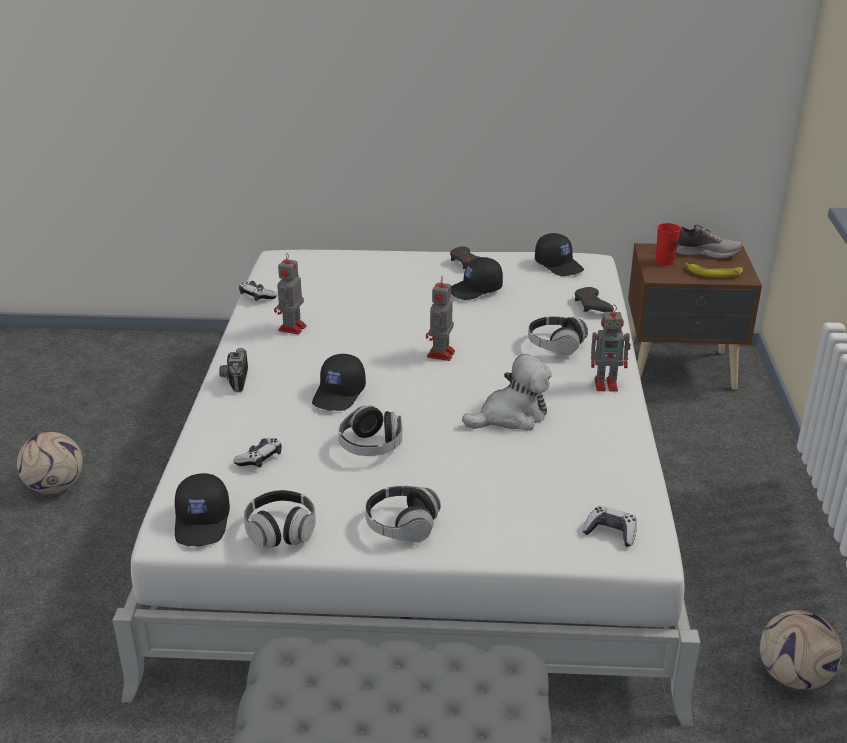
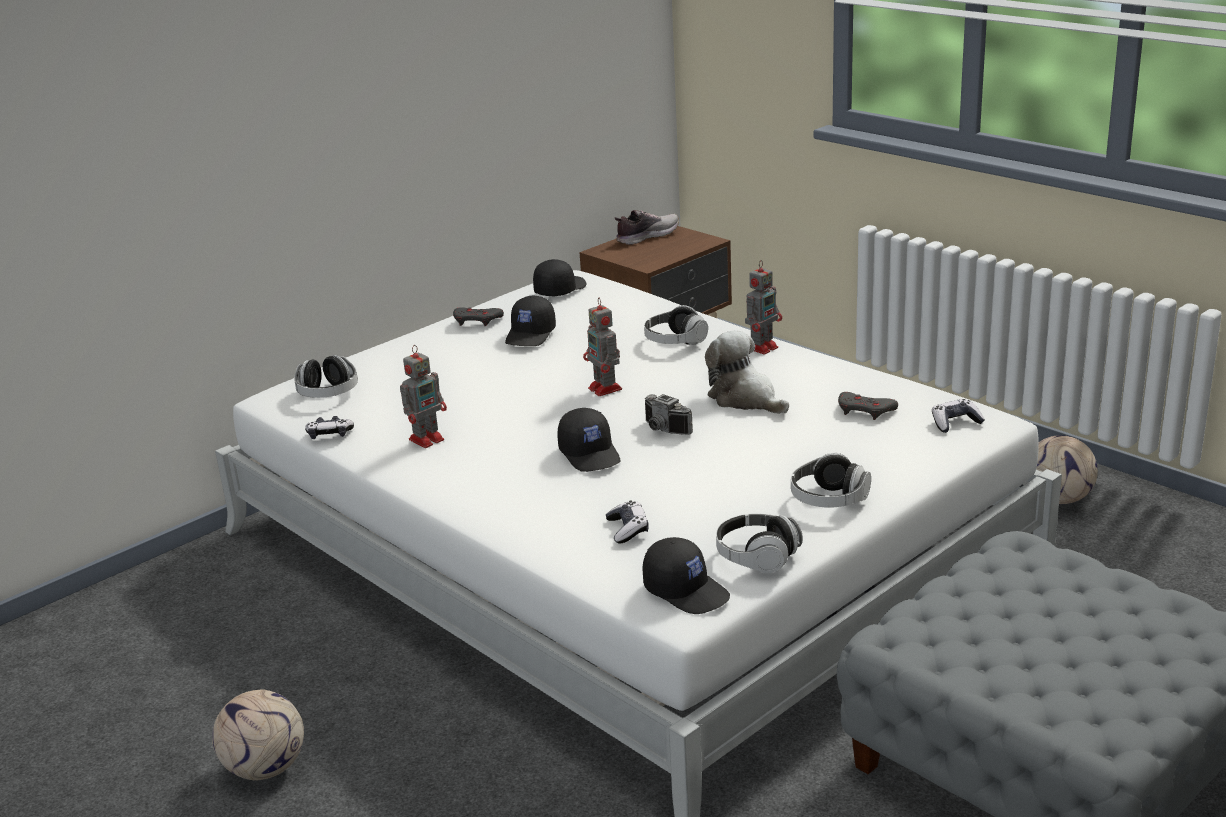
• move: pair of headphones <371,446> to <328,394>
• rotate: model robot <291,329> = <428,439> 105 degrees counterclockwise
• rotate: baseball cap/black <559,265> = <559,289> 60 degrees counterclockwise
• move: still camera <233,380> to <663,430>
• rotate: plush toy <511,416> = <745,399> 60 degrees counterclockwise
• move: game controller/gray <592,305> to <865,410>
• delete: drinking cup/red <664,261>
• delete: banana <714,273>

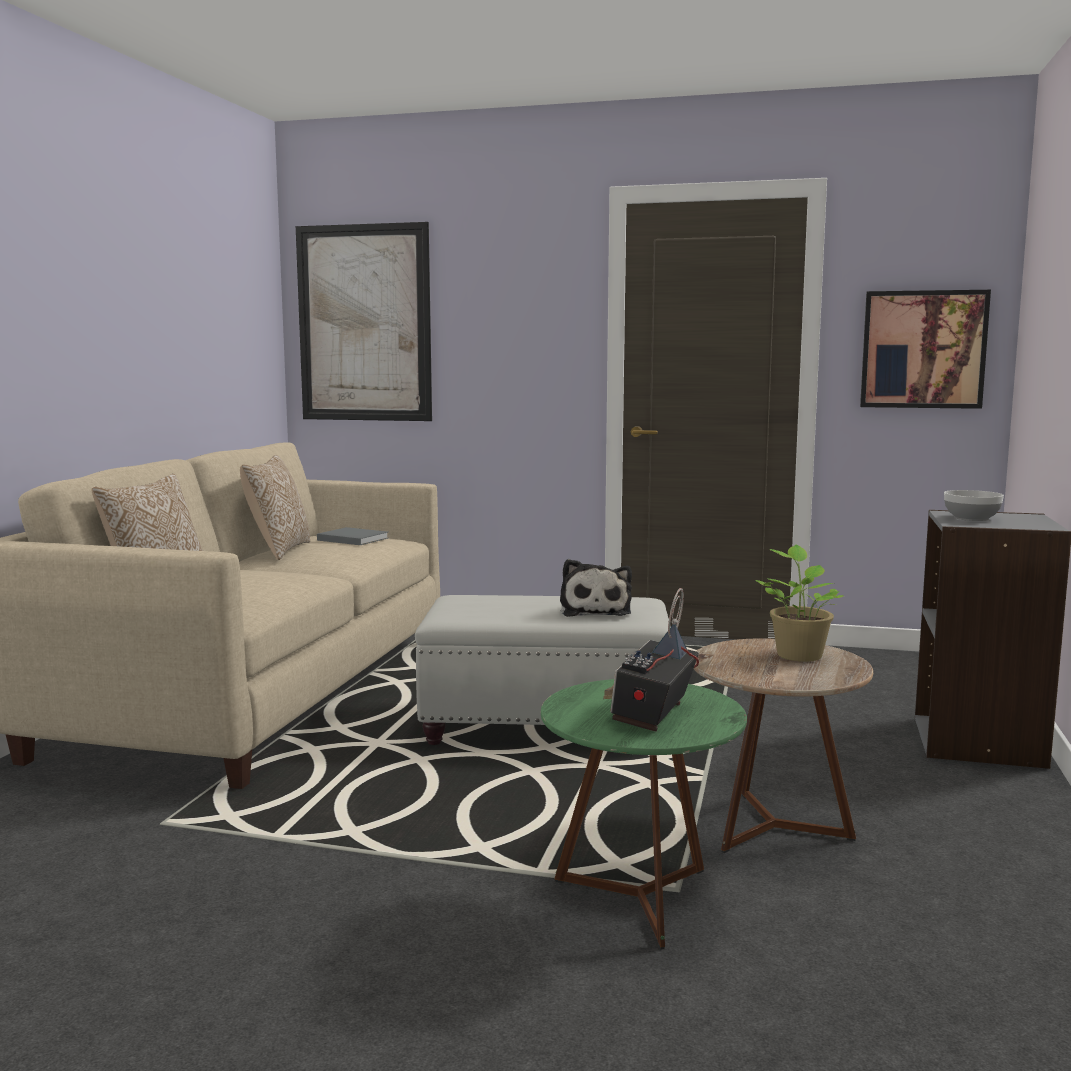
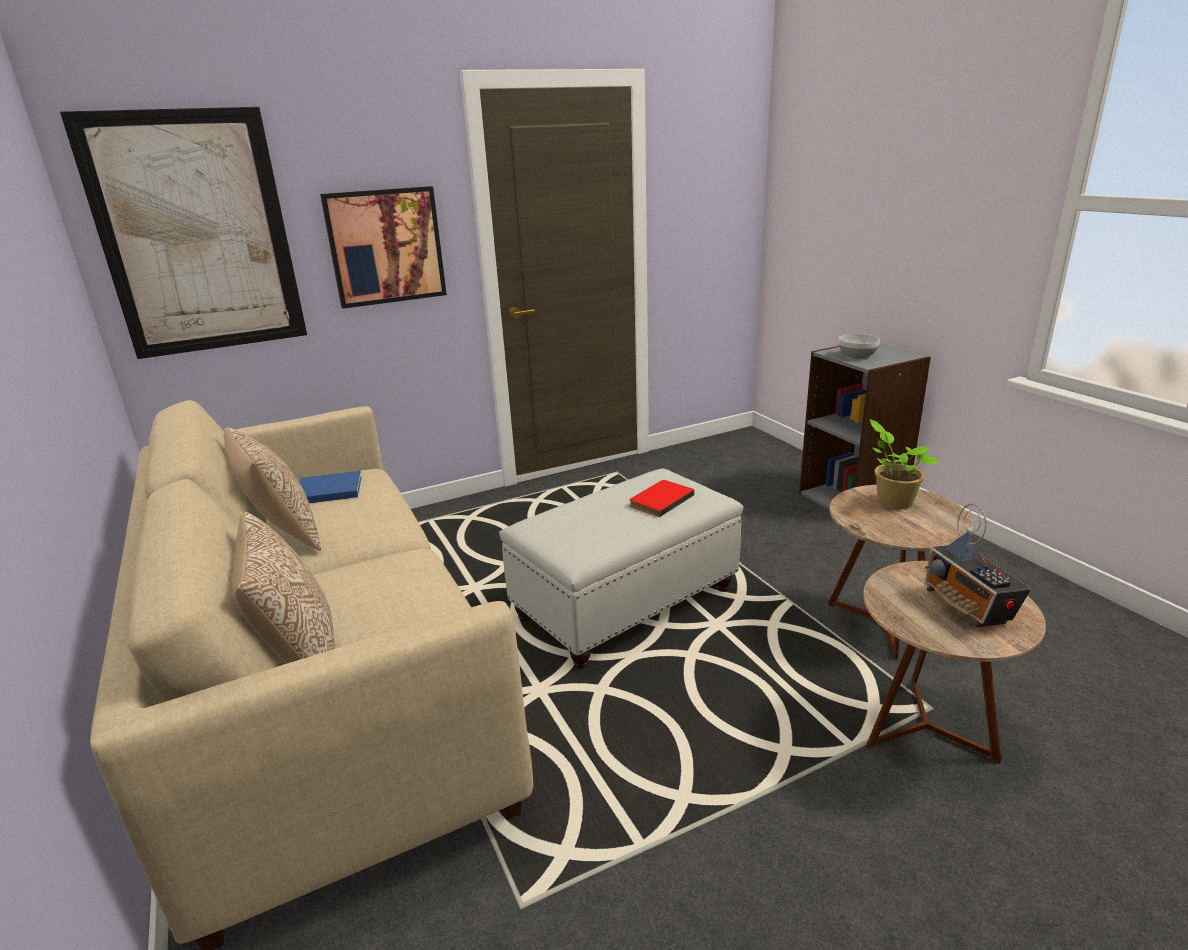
• recolor: bound book/gray <351,539> to bound book/blue <327,490>
• move: picture <923,349> to <385,246>
• replace: plush toy <595,611> to bound book/red <659,500>
• recolor: side table/green-coloured <639,898> to side table/brown-coloured <925,729>

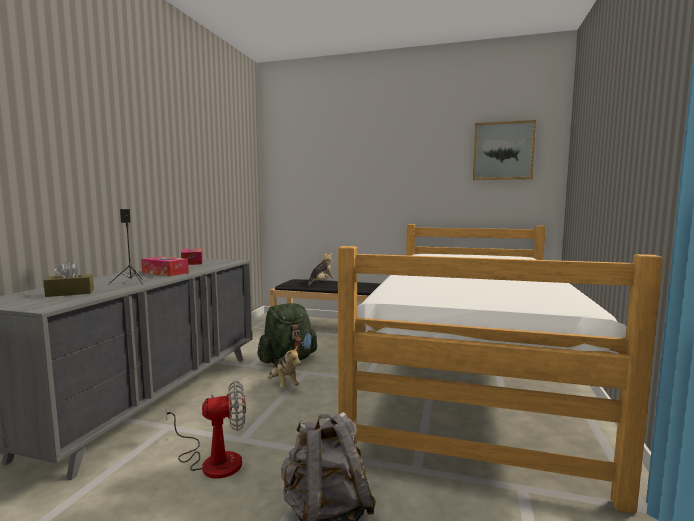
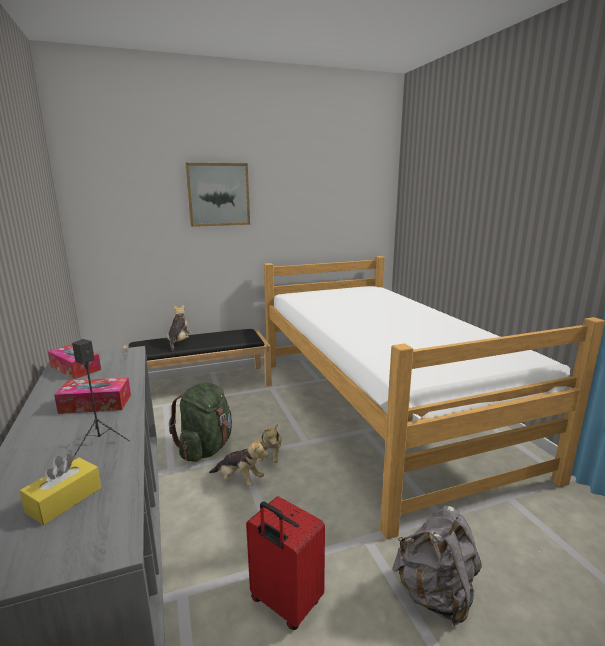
• recolor: box of tissues/brown-coloured <70,293> to box of tissues/yellow <64,500>
• move: picture <503,151> to <218,194>
• replace: fan <213,460> to suitcase/red <285,603>
• insert: plush toy <270,455>

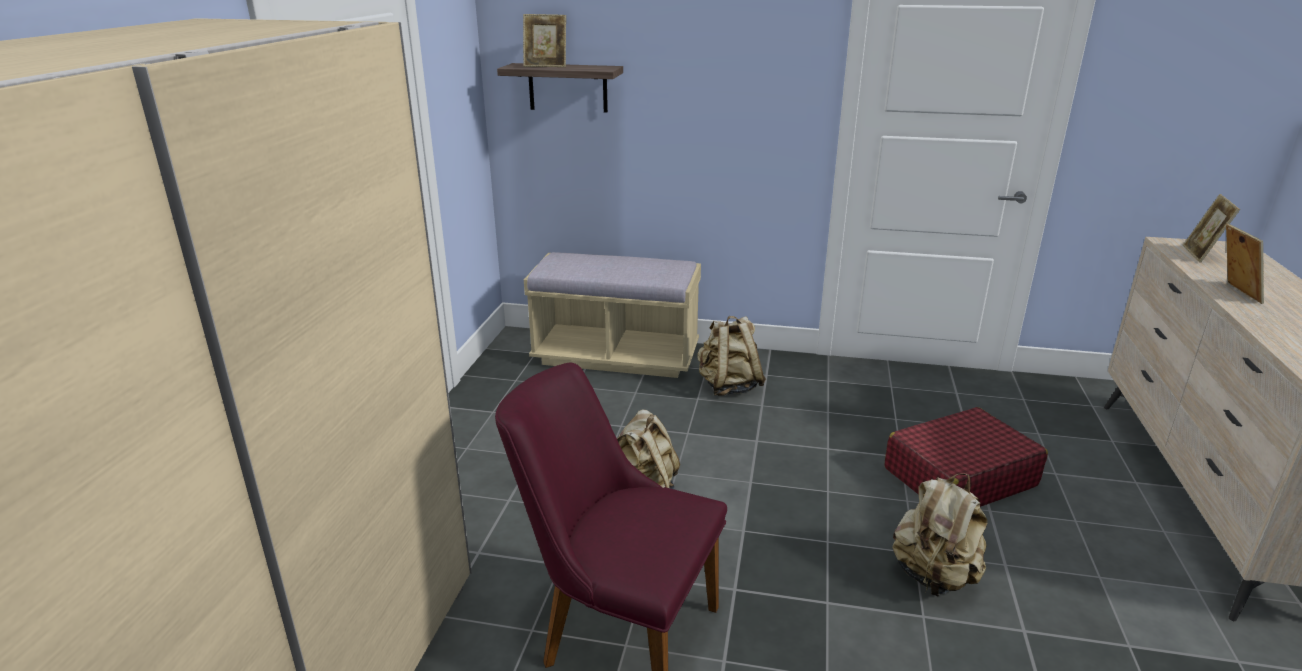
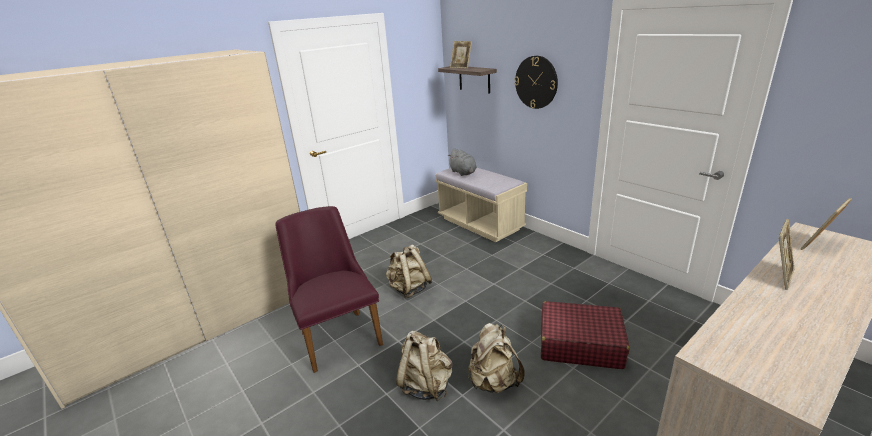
• move: backpack/beige-coloured <728,386> to <426,385>
• insert: plush toy/gray <463,173>
• insert: wall clock <536,82>

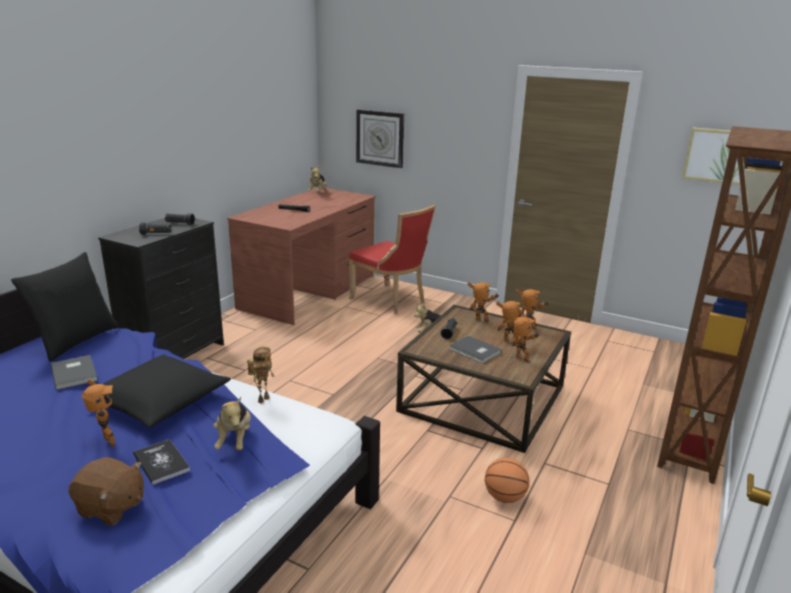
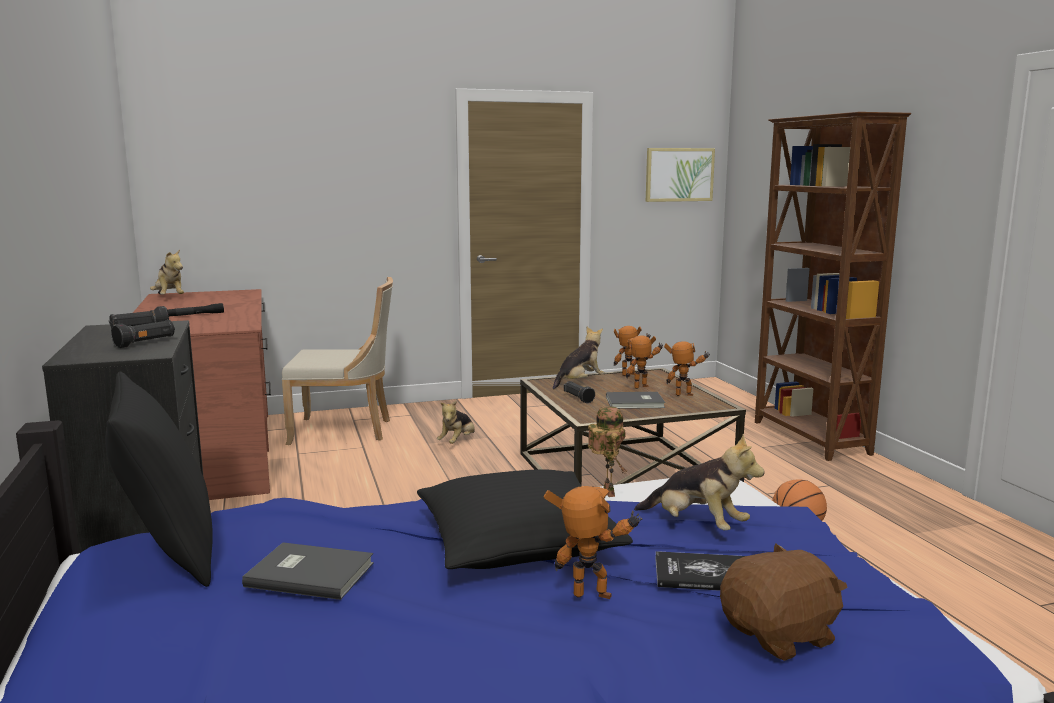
• recolor: plain chair/red <391,301> to plain chair/beige-coloured <345,431>
• replace: model robot <481,321> to plush toy <579,382>
• delete: wall clock <380,138>

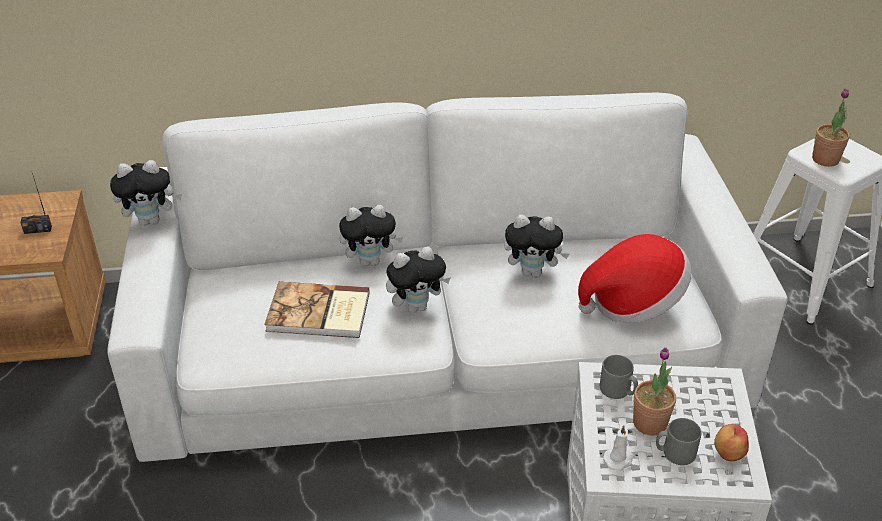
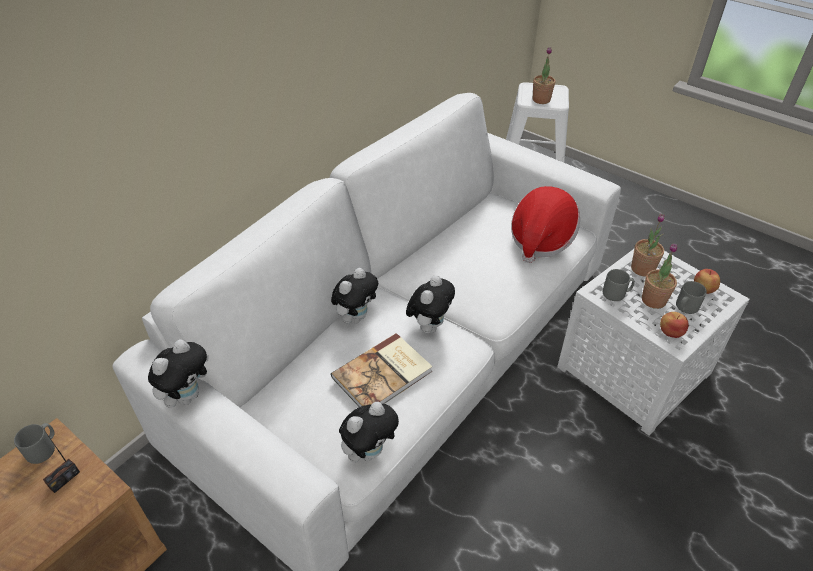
• insert: mug/gray <43,449>
• move: plush toy <533,272> to <369,451>
• insert: houseplant <642,269>
• replace: wax light/white-coloured <619,459> to whole apple <670,332>

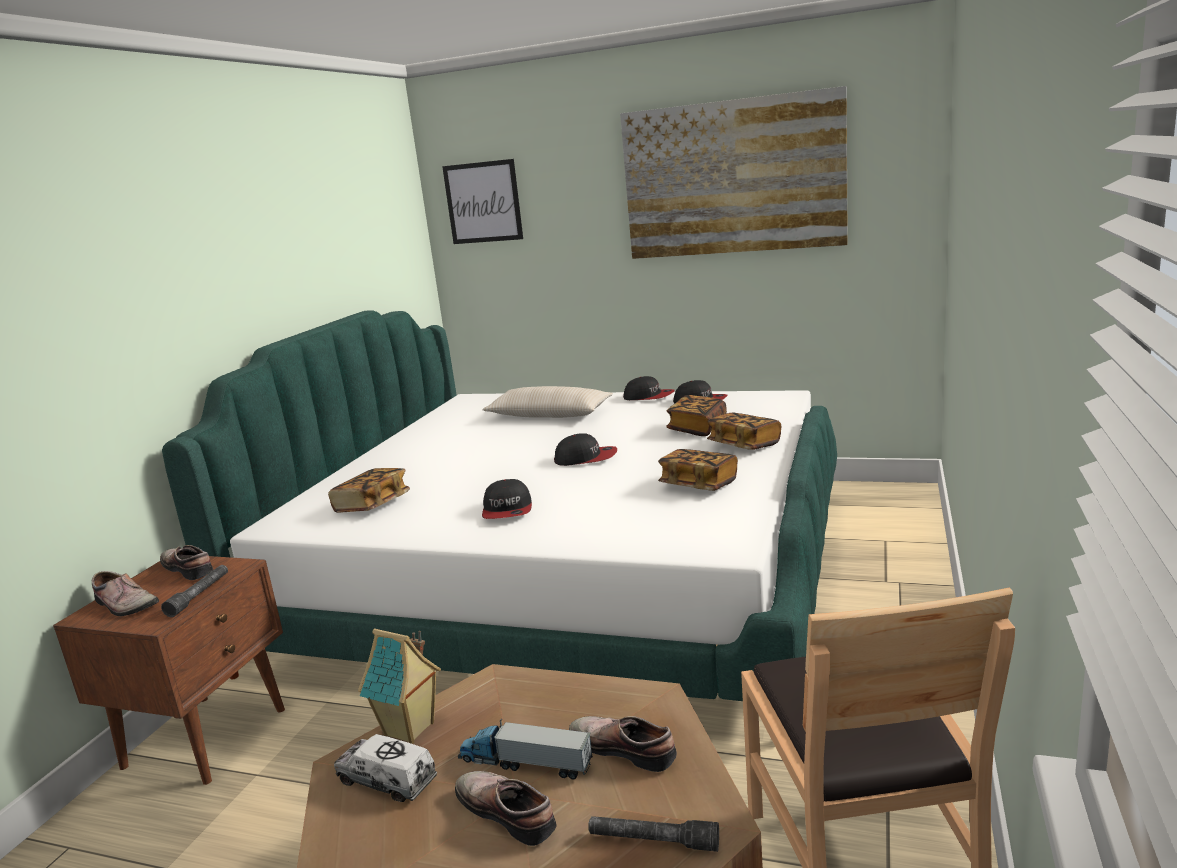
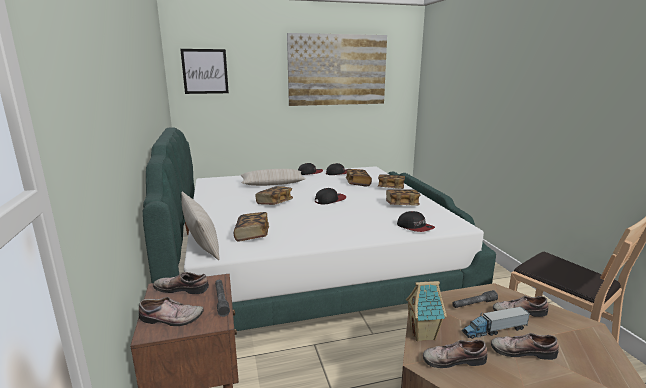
• insert: cushion/beige-coloured <201,242>
• insert: bound book <274,203>
• move: baseball cap <508,510> to <415,227>
• replace: toy truck <387,780> to low shoe <452,359>
• move: torch/gray <653,841> to <473,304>

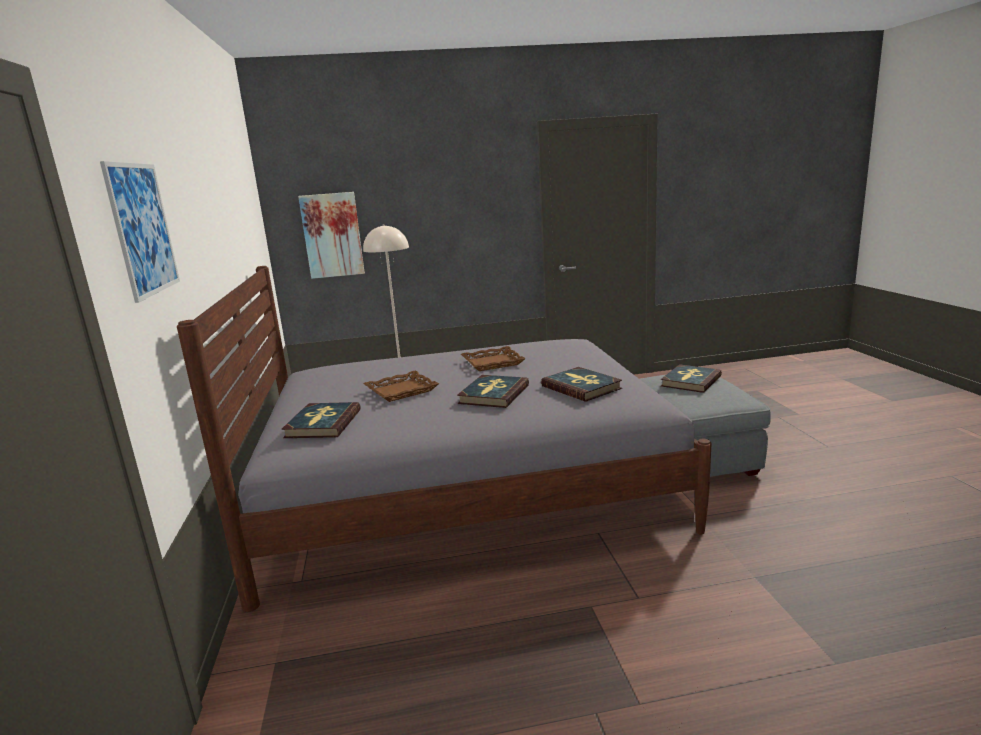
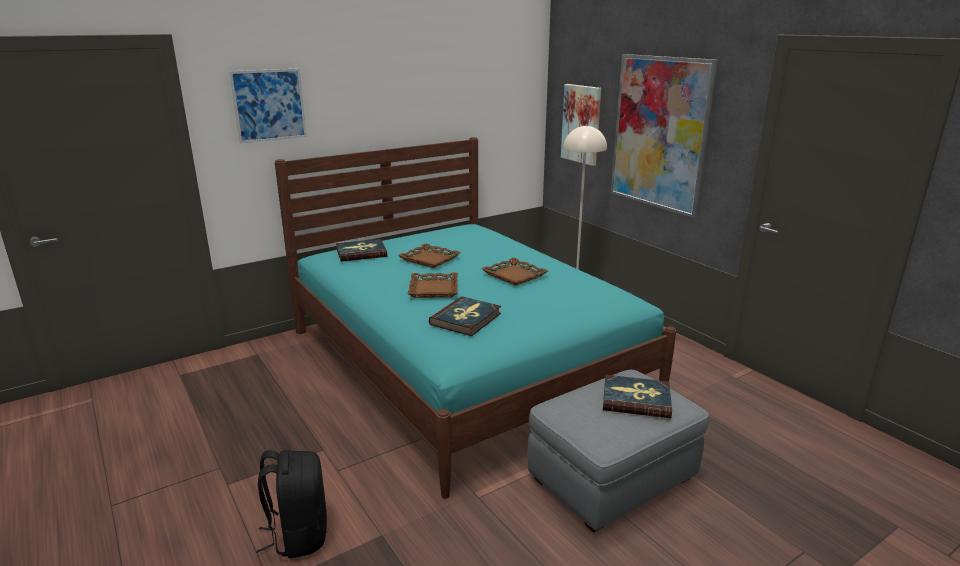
• insert: backpack/black <298,535>
• recolor: bedroom bed/gray <466,488> to bedroom bed/turquoise-coloured <464,362>
• replace: bound book <493,394> to carrying tray/brown-coloured <433,289>
• insert: picture <659,133>

